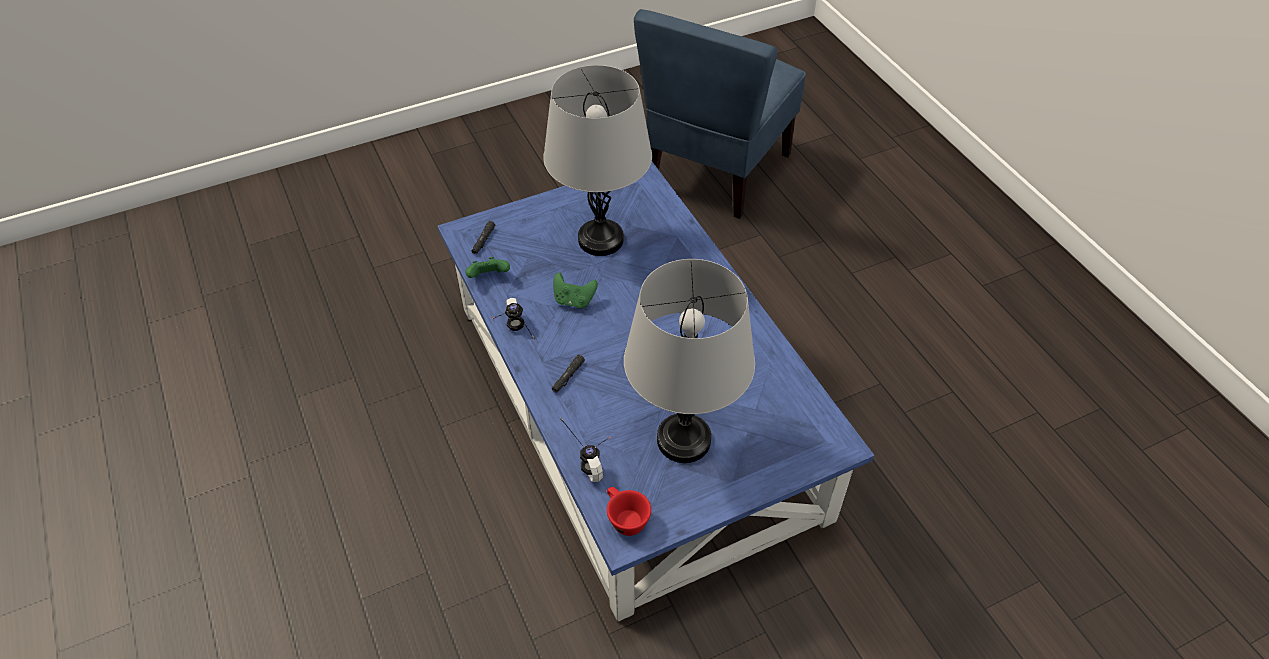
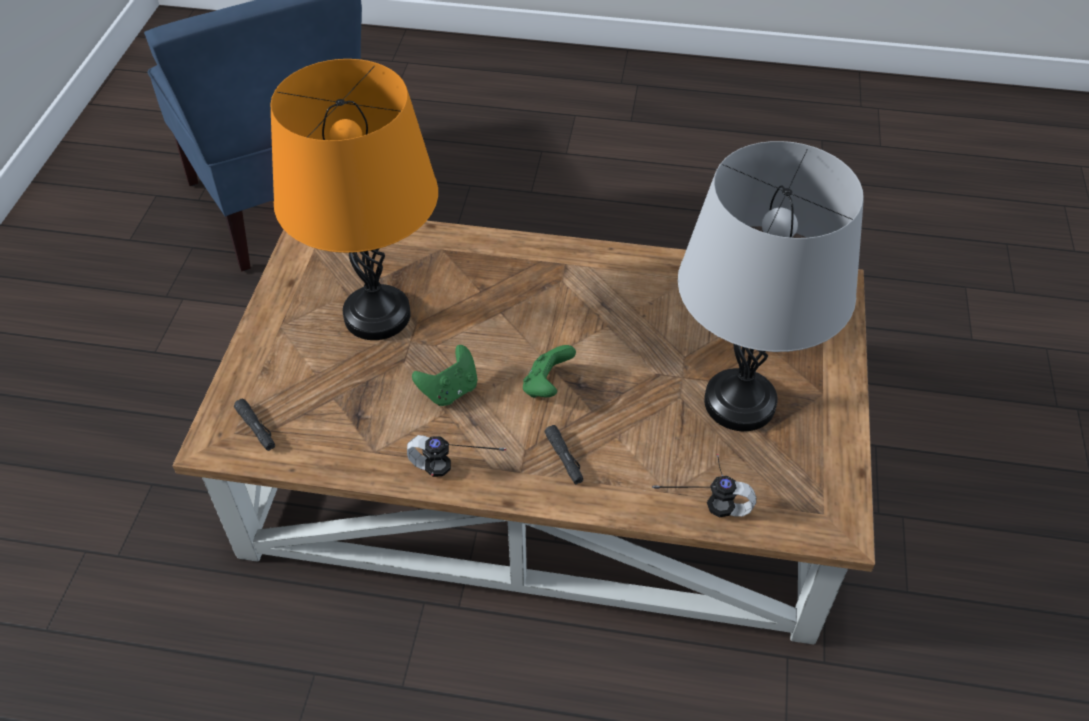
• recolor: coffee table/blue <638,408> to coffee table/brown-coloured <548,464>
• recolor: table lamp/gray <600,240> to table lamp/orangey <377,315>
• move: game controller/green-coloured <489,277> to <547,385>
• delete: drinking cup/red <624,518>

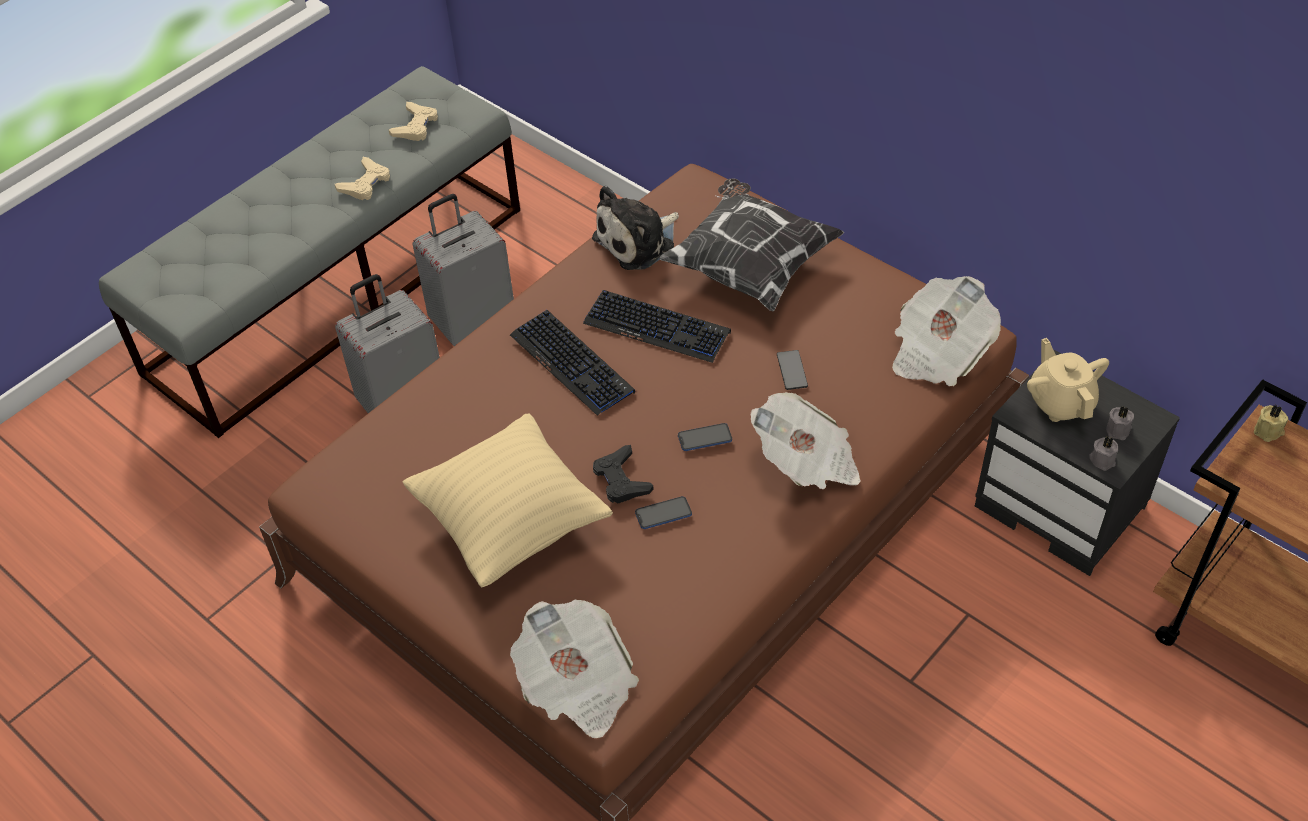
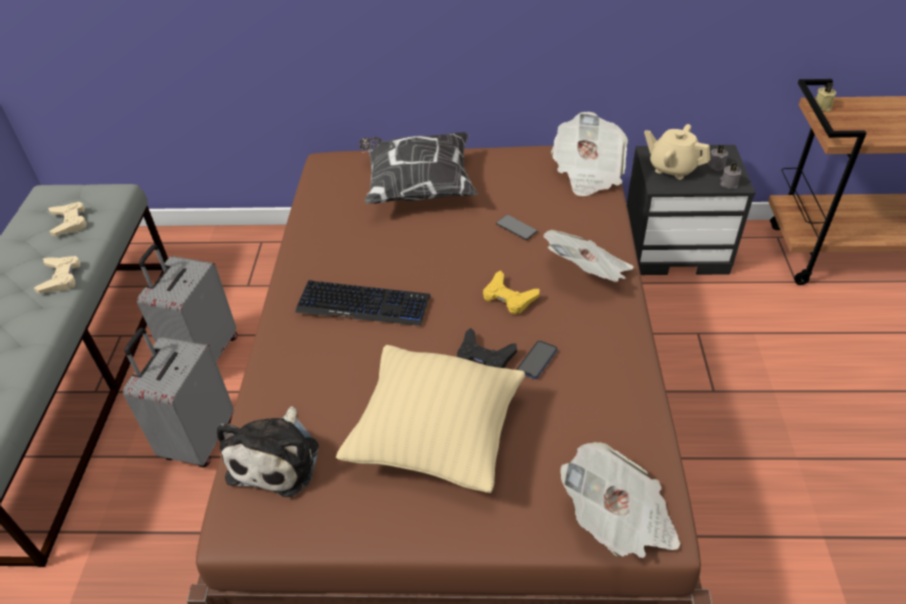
• move: plush toy <638,241> to <277,458>
• replace: handset <705,438> to game controller/yellow <508,297>
• delete: keyboard <657,328>

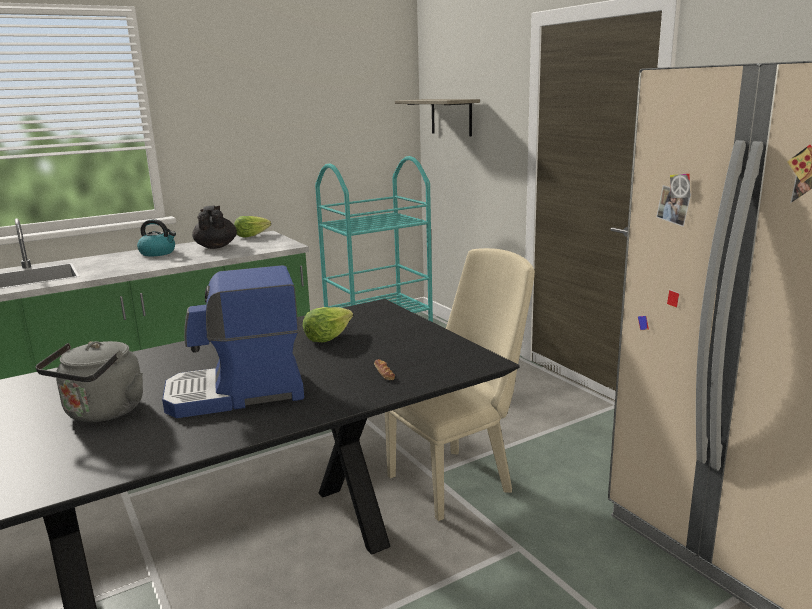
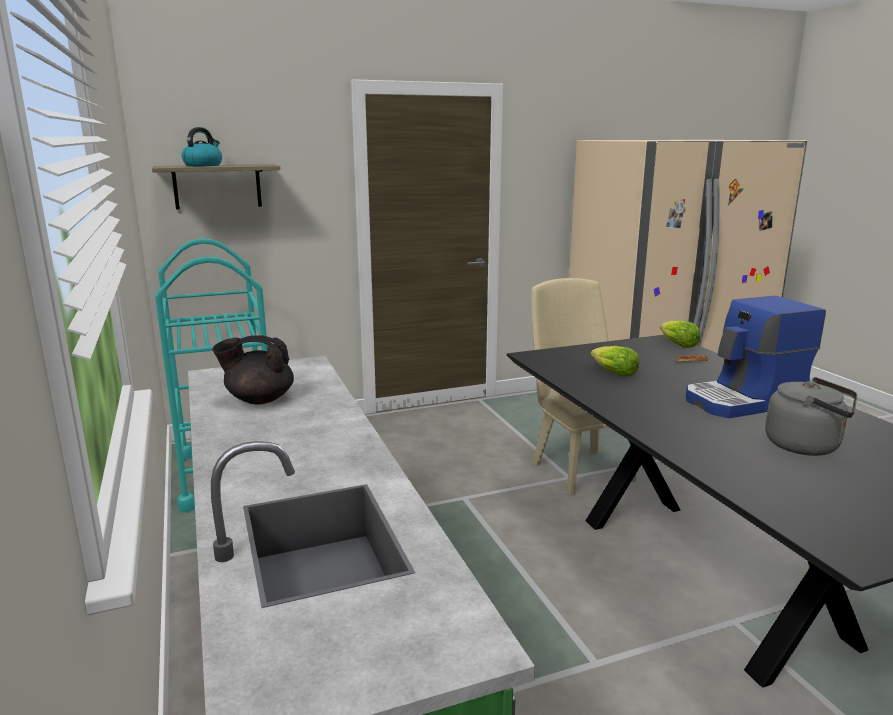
• move: tea kettle <158,253> to <203,165>
• move: lettuce head <251,235> to <677,345>
• rotate: coffee brewer <237,394> = <745,401> 75 degrees clockwise

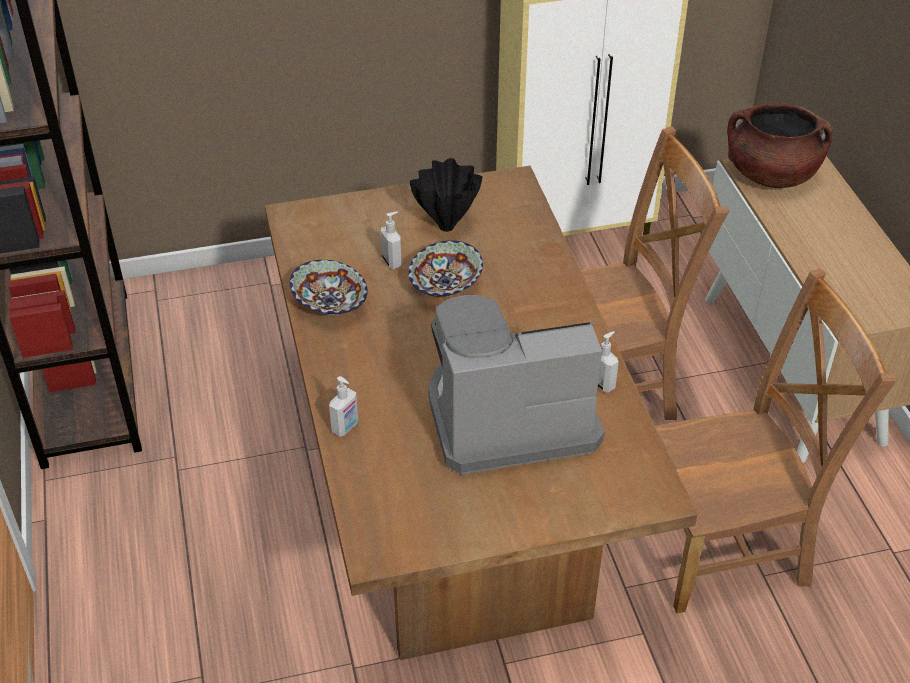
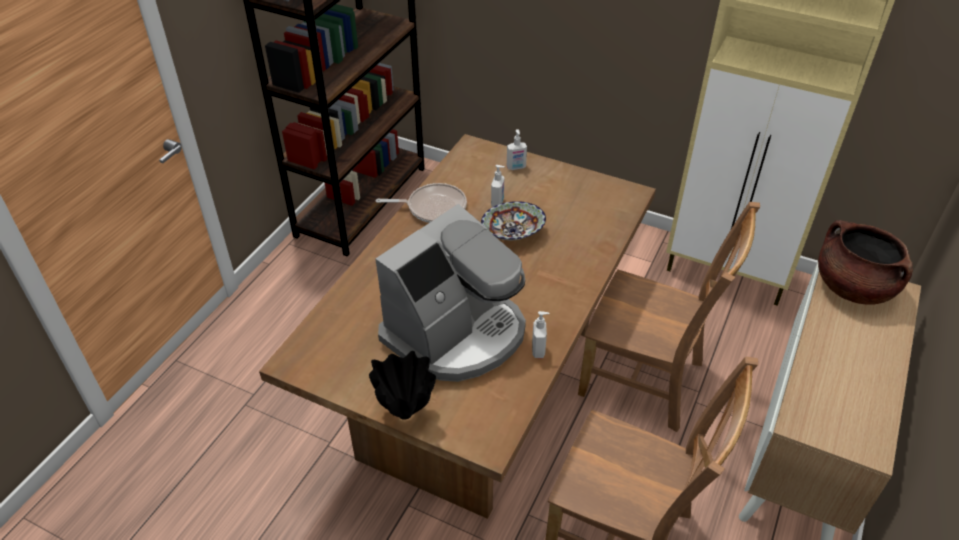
• move: vase/black <448,226> to <406,414>
• replace: bowl <329,304> to skillet <433,207>
• rotate: coffee brewer <508,416> = <456,333> 105 degrees clockwise
• move: liquid soap bottle <345,427> to <516,167>

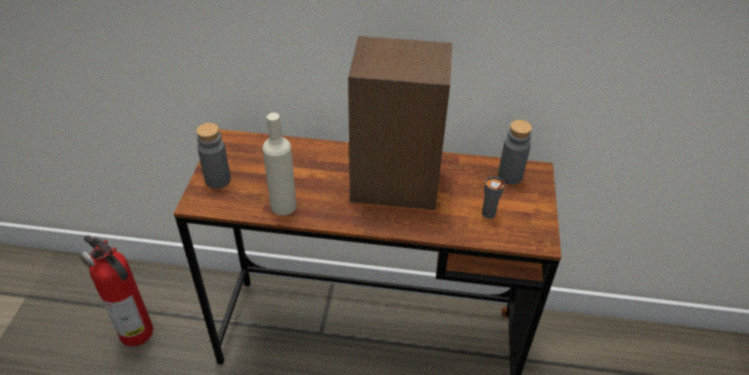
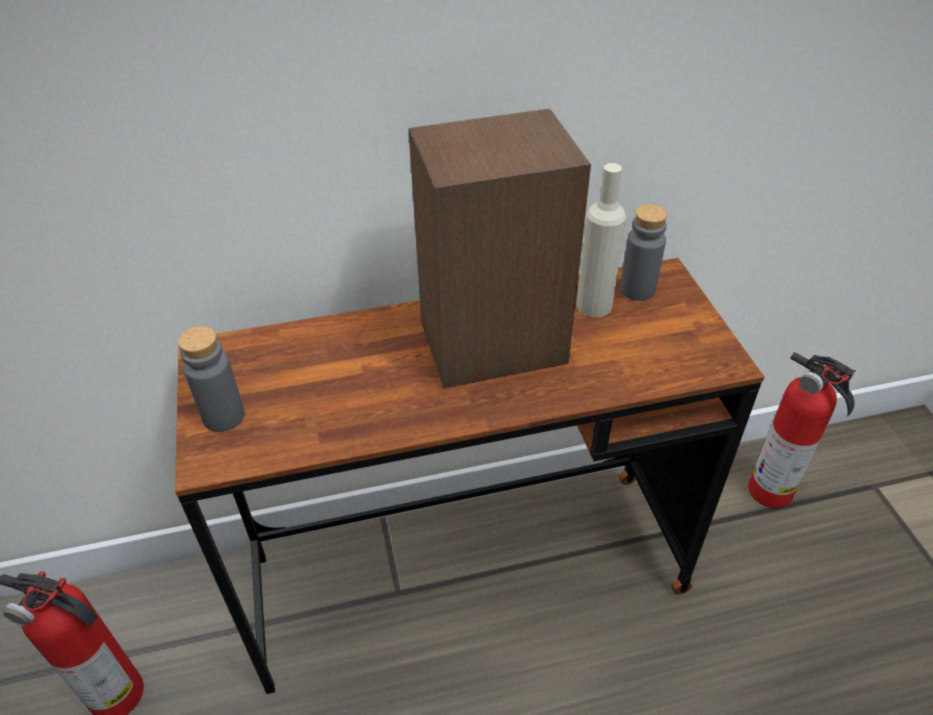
• move: drink bottle/beige-coloured <283,206> to <594,305>
• insert: fire-fighting cylinder <773,492>
• delete: drinking cup/gray <488,214>

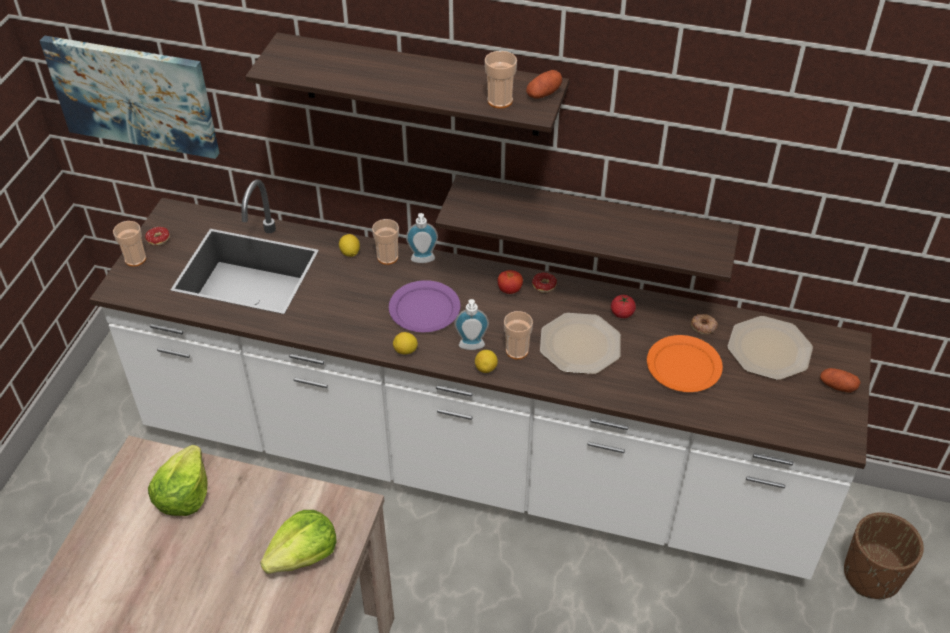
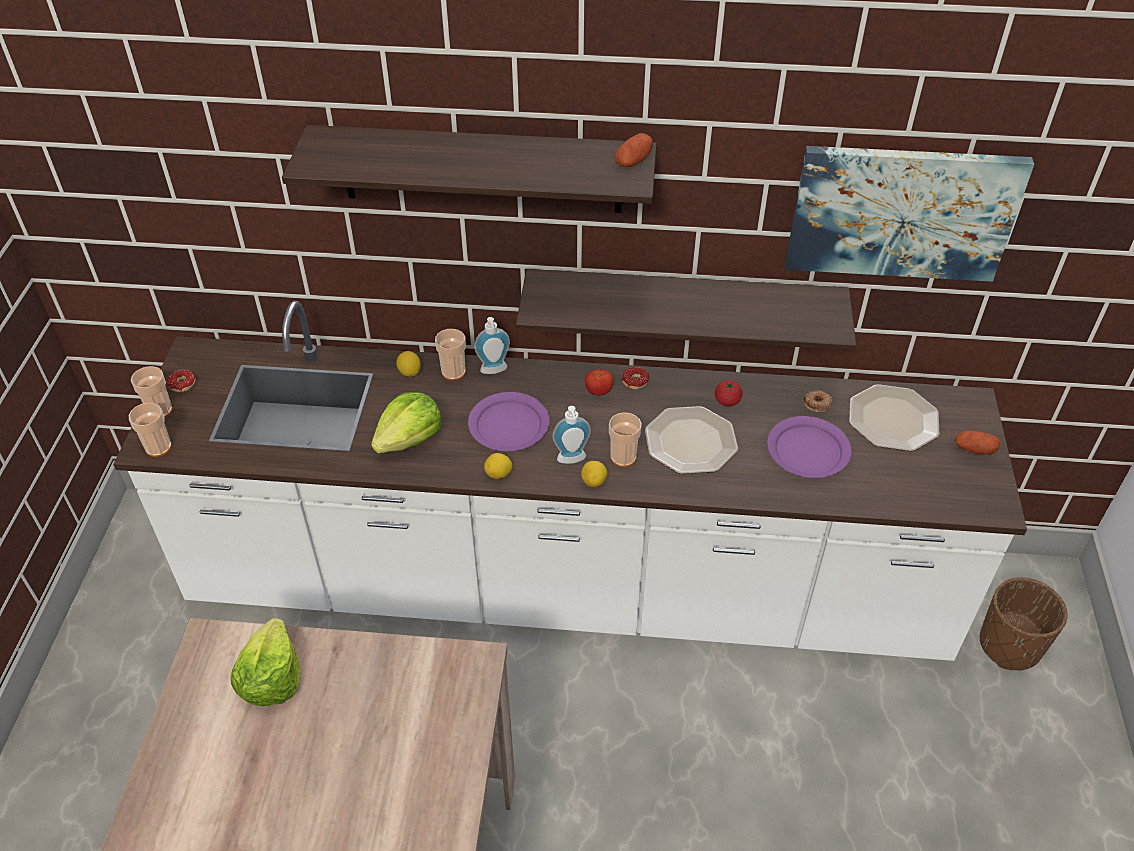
• move: drinking cup <500,101> to <158,447>
• move: lettuce head <304,555> to <410,439>
• recolor: flat dish/orangey <683,366> to flat dish/purple-coloured <807,450>
• move: picture <134,95> to <902,212>

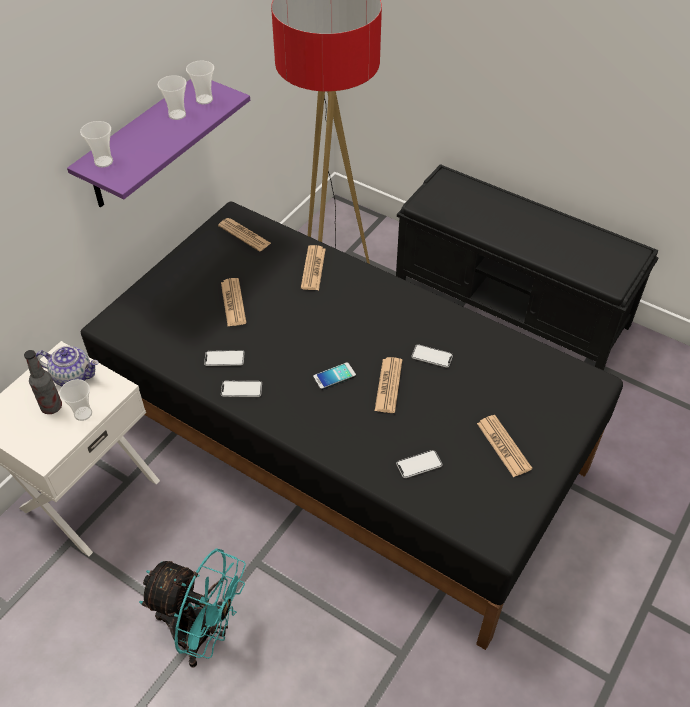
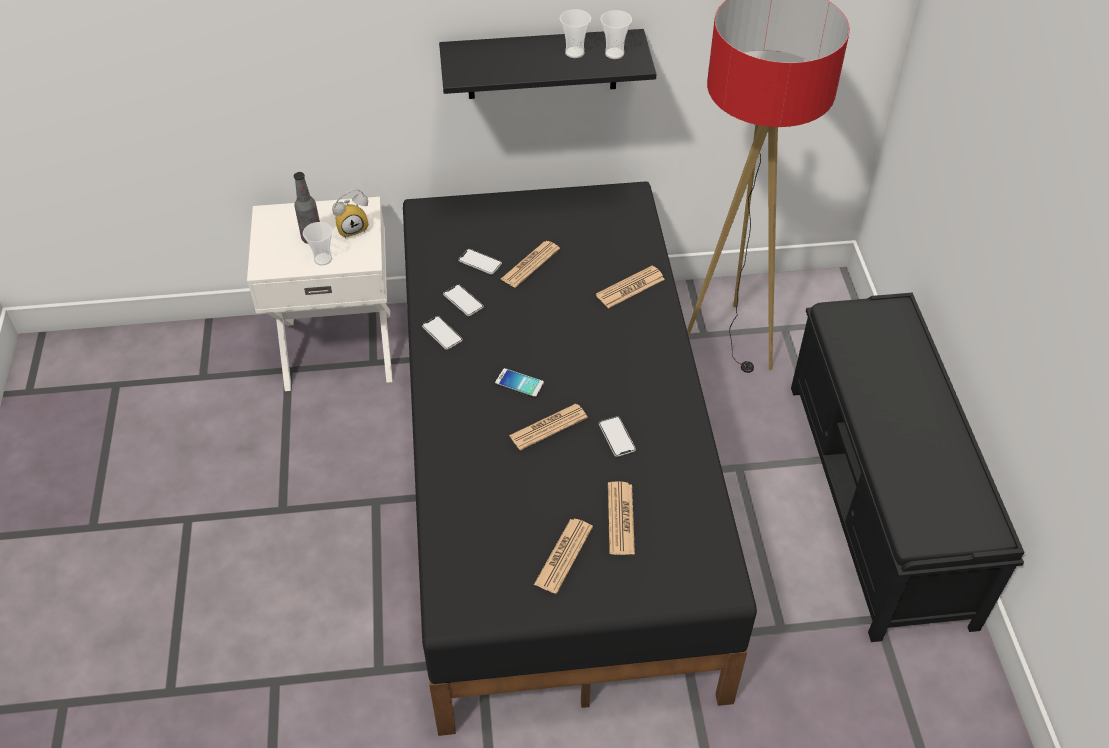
• replace: pot for tea <73,376> to bedside clock <353,228>
• recolor: shelf/purple-coloured <141,144> to shelf/black <542,64>
• move: handset <419,464> to <480,262>
• move: printed paper <244,235> to <620,519>
• delete: drinking cup <103,162>
• delete: fan/turquoise-coloured <203,633>

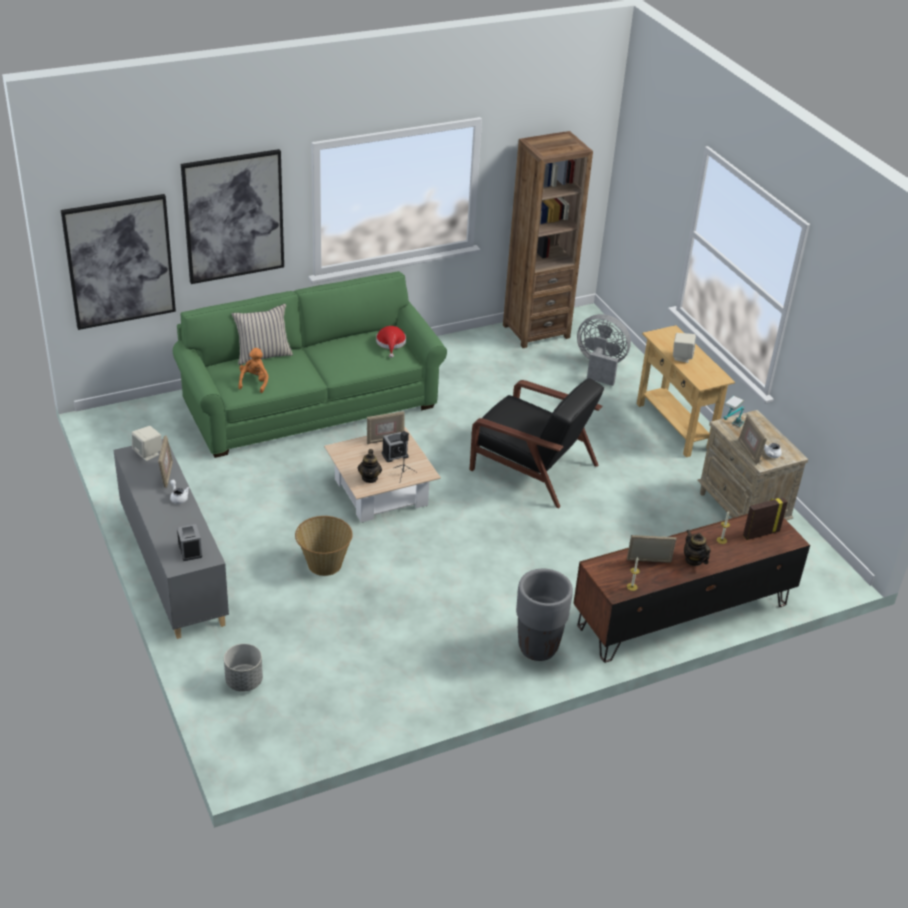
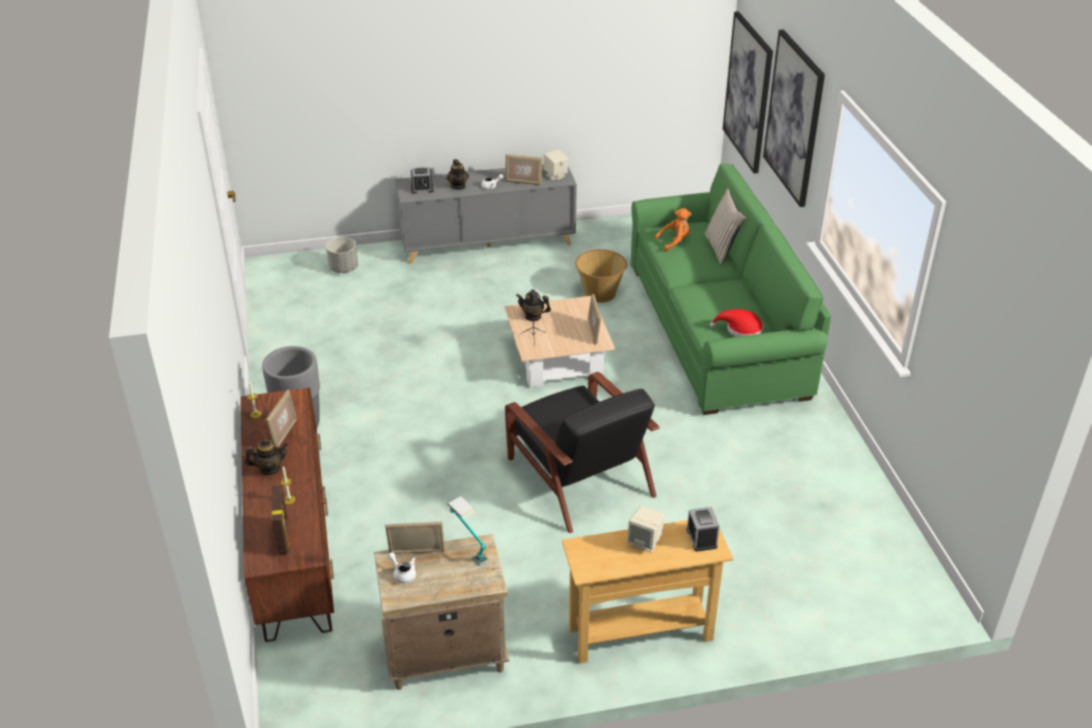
• insert: pot for tea <458,186>
• rotate: lounge chair/black <531,466> = <578,475> 75 degrees counterclockwise
• move: household basket <324,564> to <600,293>
• rotate: plush toy/orangey <254,382> = <674,242> 45 degrees counterclockwise
• move: bedside clock <395,455> to <701,538>
• delete: bookcase/brown-coloured <536,331>
• delete: fan/gray <600,367>

